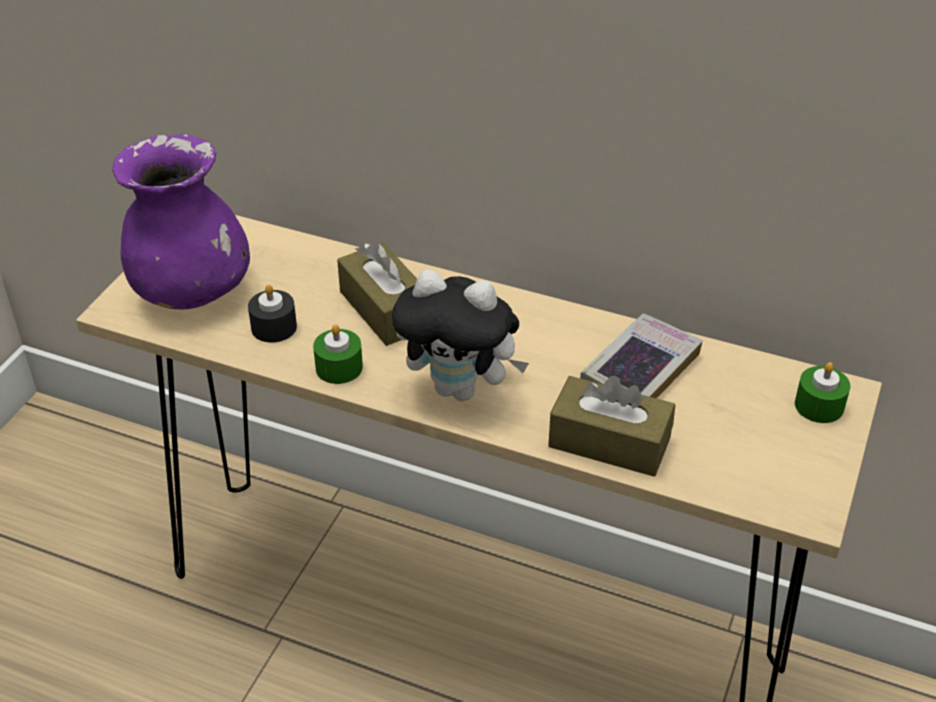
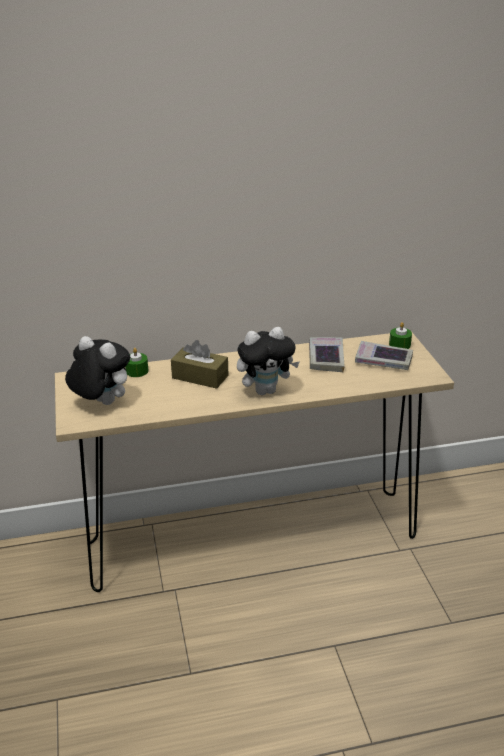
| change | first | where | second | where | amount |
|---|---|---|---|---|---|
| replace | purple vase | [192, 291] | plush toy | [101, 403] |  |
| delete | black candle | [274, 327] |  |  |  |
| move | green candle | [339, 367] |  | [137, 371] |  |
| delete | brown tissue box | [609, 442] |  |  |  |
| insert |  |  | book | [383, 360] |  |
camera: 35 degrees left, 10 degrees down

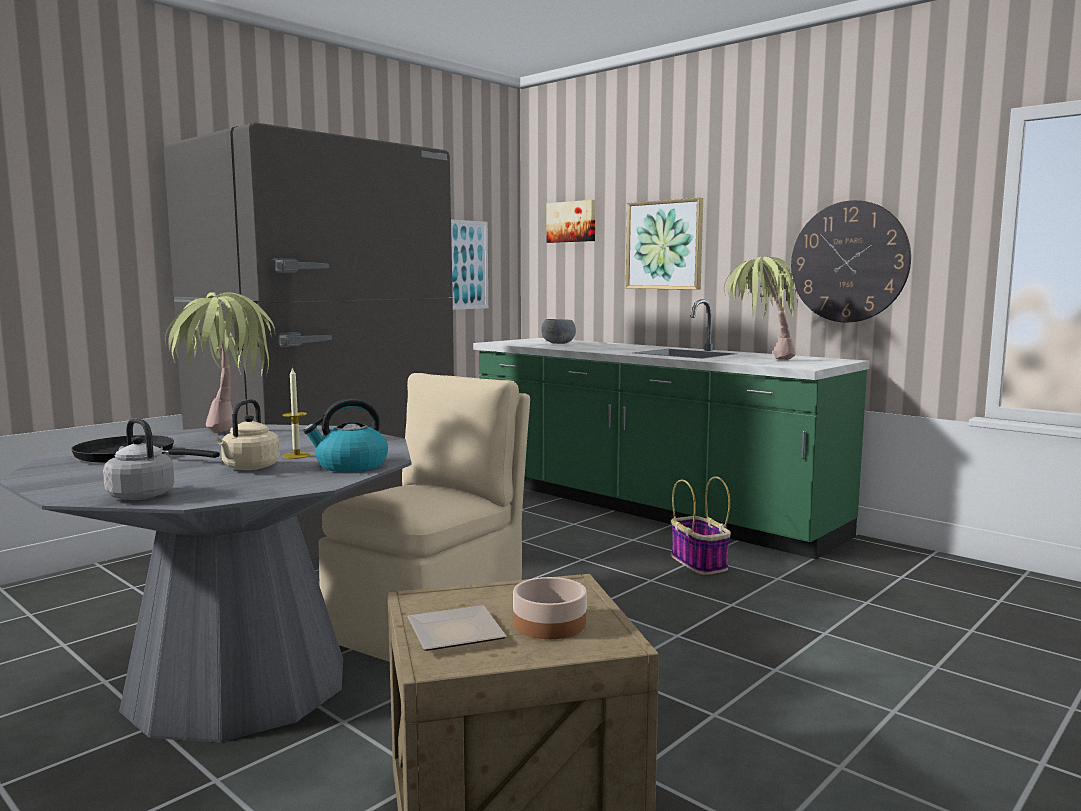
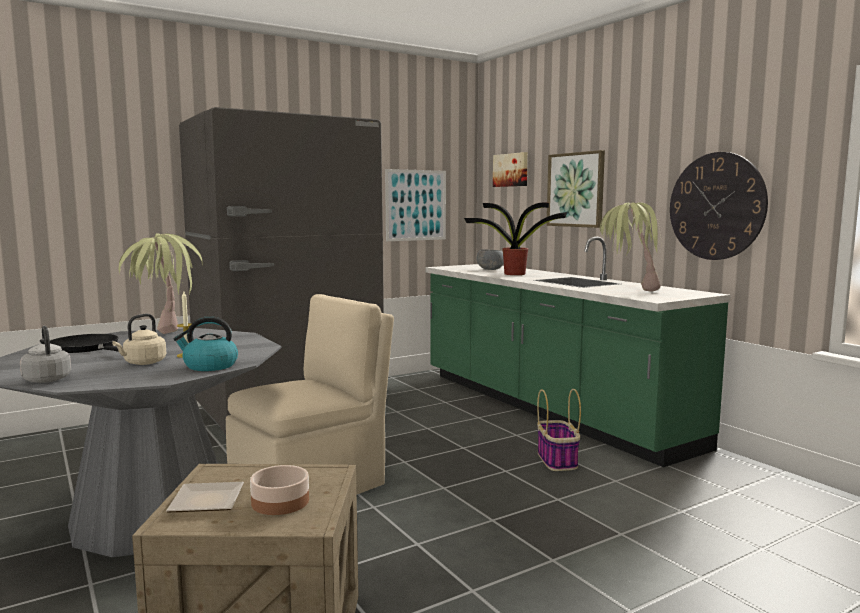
| change | first | where | second | where | amount |
|---|---|---|---|---|---|
| insert |  |  | potted plant | [513, 274] |  |
camera: 15 degrees right, 0 degrees up

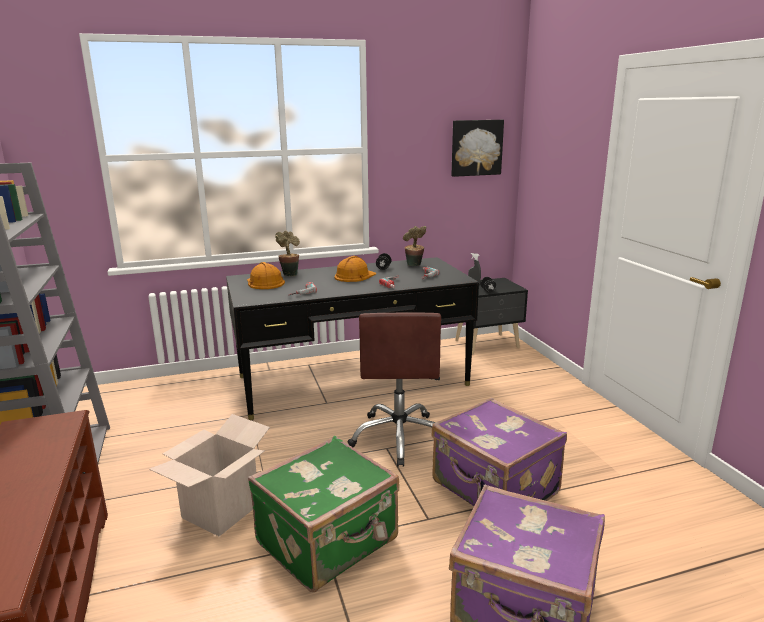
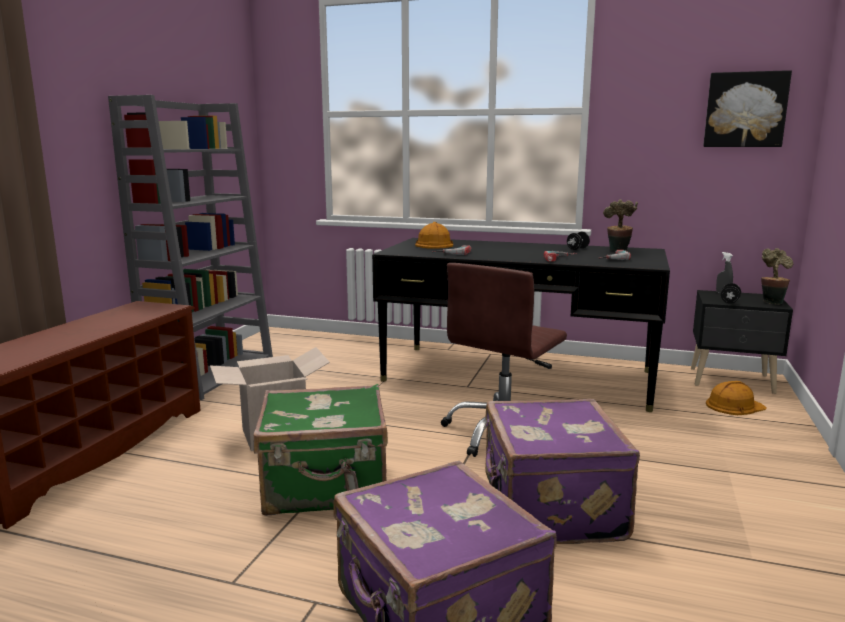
| change | first | where | second | where | amount |
|---|---|---|---|---|---|
| move | potted plant | [289, 274] |  | [771, 302] |  |
| move | orange hard hat | [354, 276] |  | [734, 405] |  |
camera: 35 degrees right, 5 degrees down

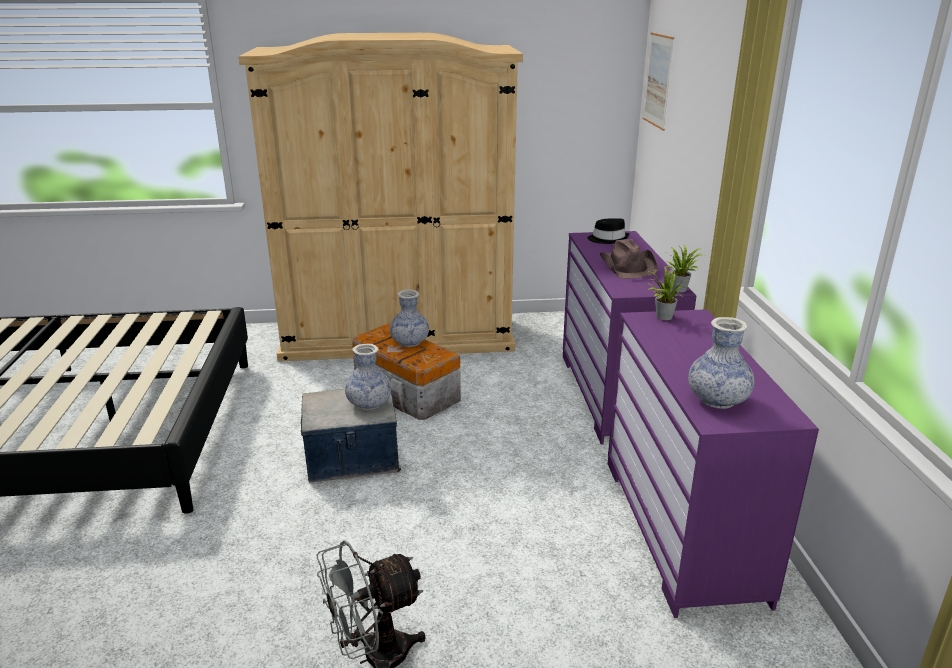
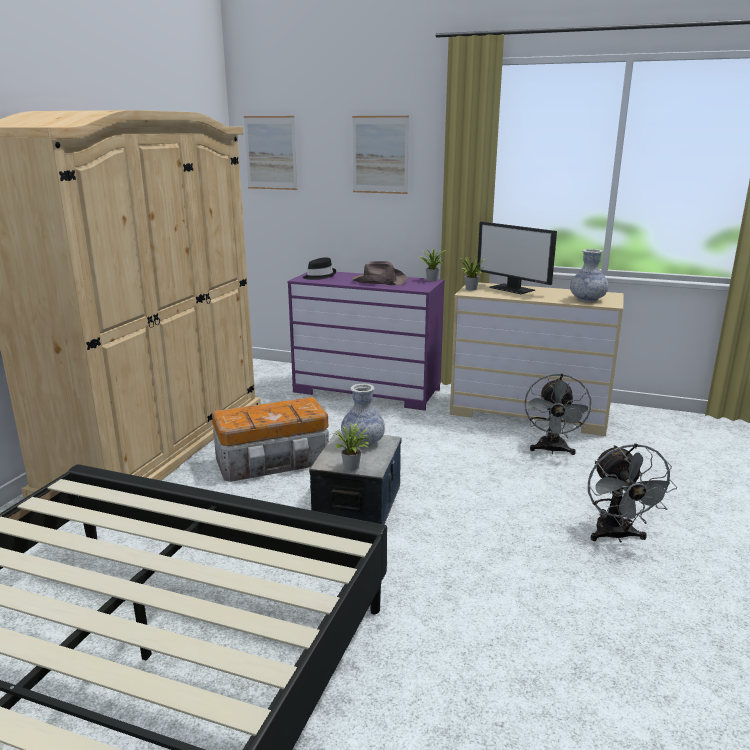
| change | first | where | second | where | amount |
|---|---|---|---|---|---|
| delete | vase | [410, 342] |  |  |  |
| recolor | purple dresser | [682, 528] | beige dresser | [529, 413] |  |
| insert |  |  | potted plant | [352, 468] |  |
| insert |  |  | picture | [380, 155] |  |
| insert |  |  | monitor | [513, 289] |  |
| insert |  |  | grey fan | [552, 450] |  |
camera: 65 degrees left, 5 degrees down

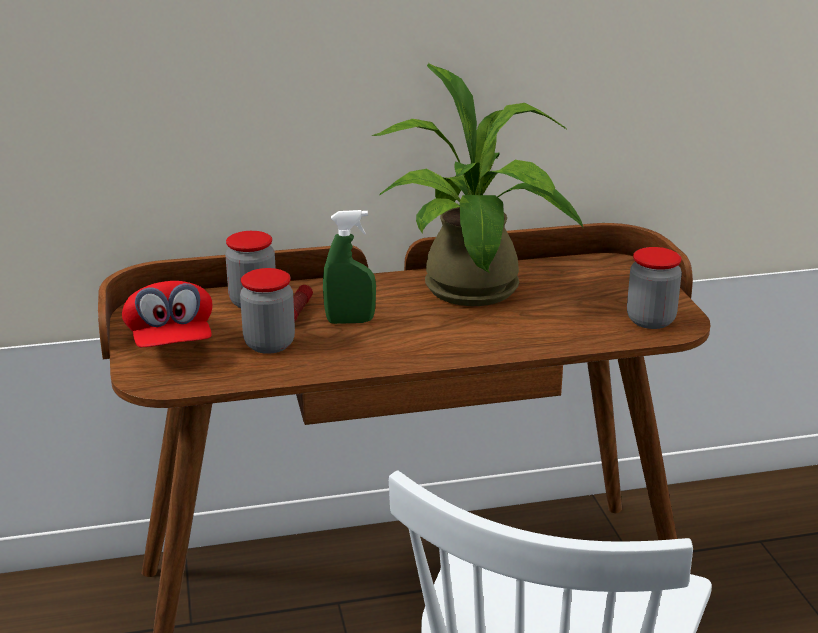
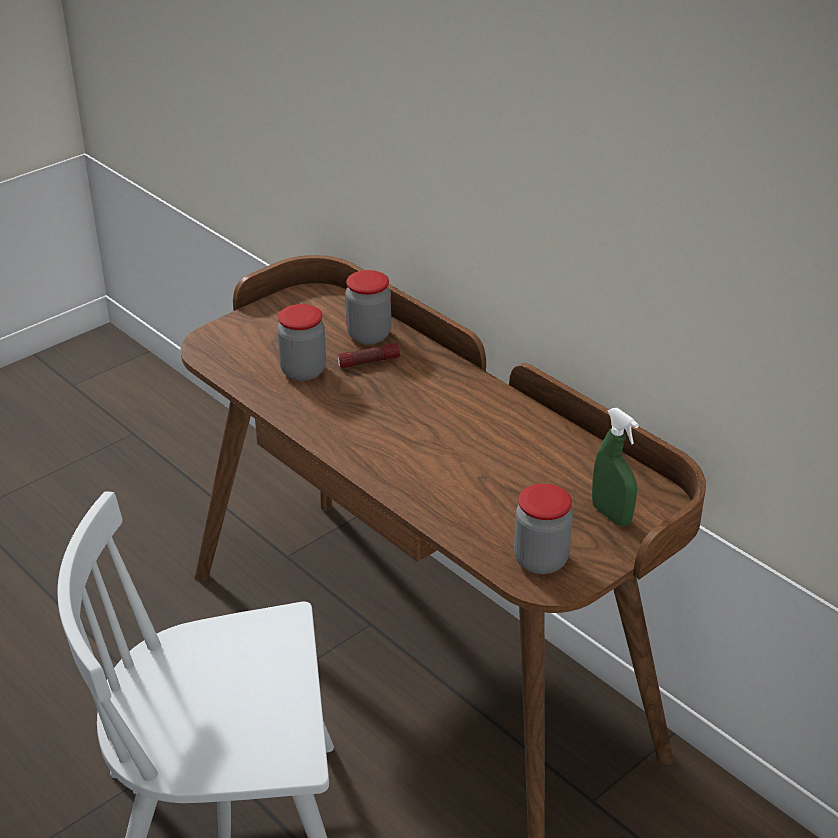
| change | first | where | second | where | amount |
|---|---|---|---|---|---|
| delete | red cap | [171, 343] |  |  |  |
| move | green spray bottle | [350, 321] |  | [611, 515] |  |
| delete | potted plant | [475, 295] |  |  |  |
camera: 60 degrees right, 10 degrees up

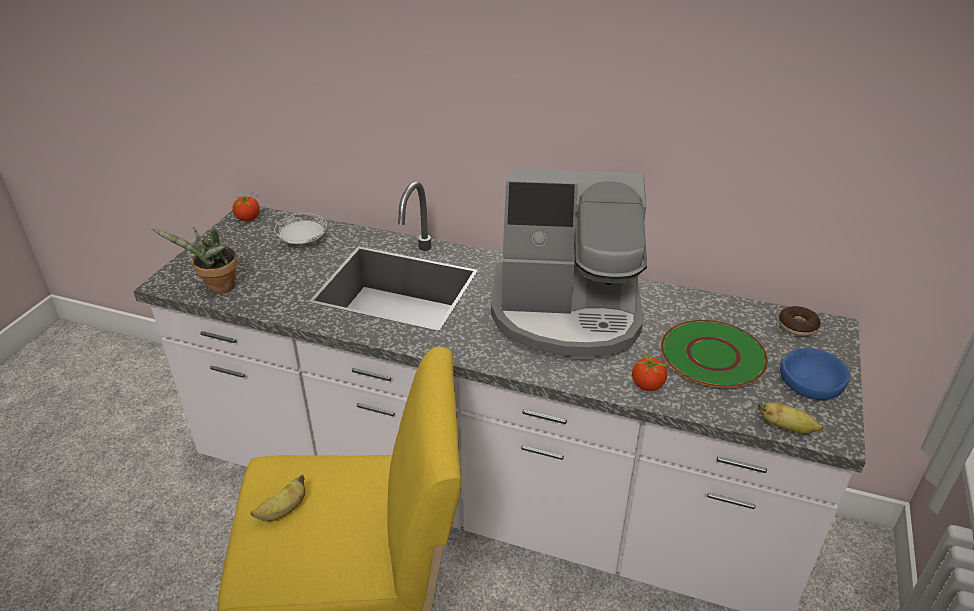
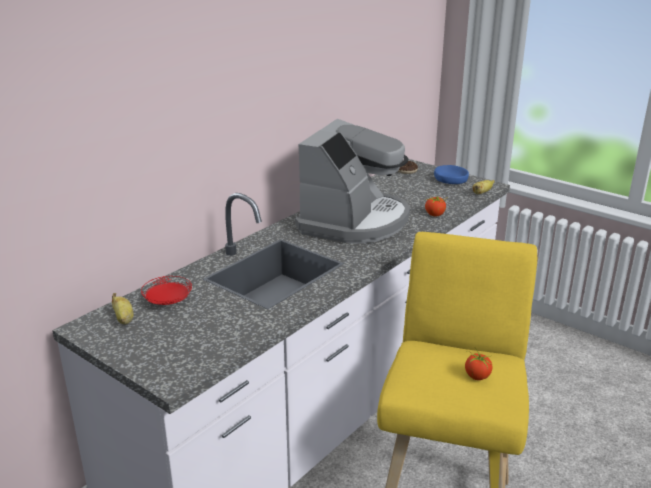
| change | first | where | second | where | amount |
|---|---|---|---|---|---|
| delete | potted plant | [218, 288] |  |  |  |
| move | tomato | [248, 218] |  | [477, 376] |  |
| move | banana | [283, 511] |  | [124, 319] |  |
| recolor | white plate | [303, 241] | red plate | [168, 302] |  |
| delete | green plate | [713, 355] |  |  |  |
camera: 70 degrees left, 10 degrees down

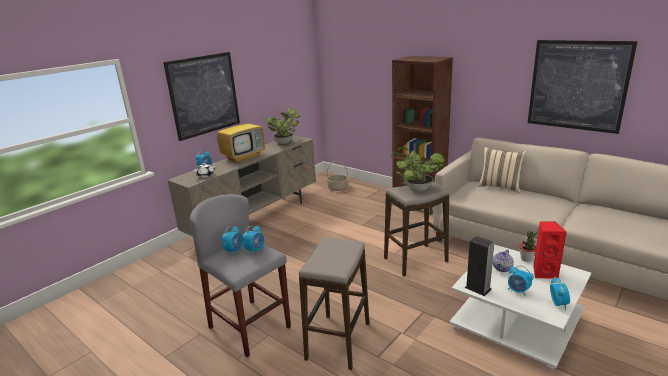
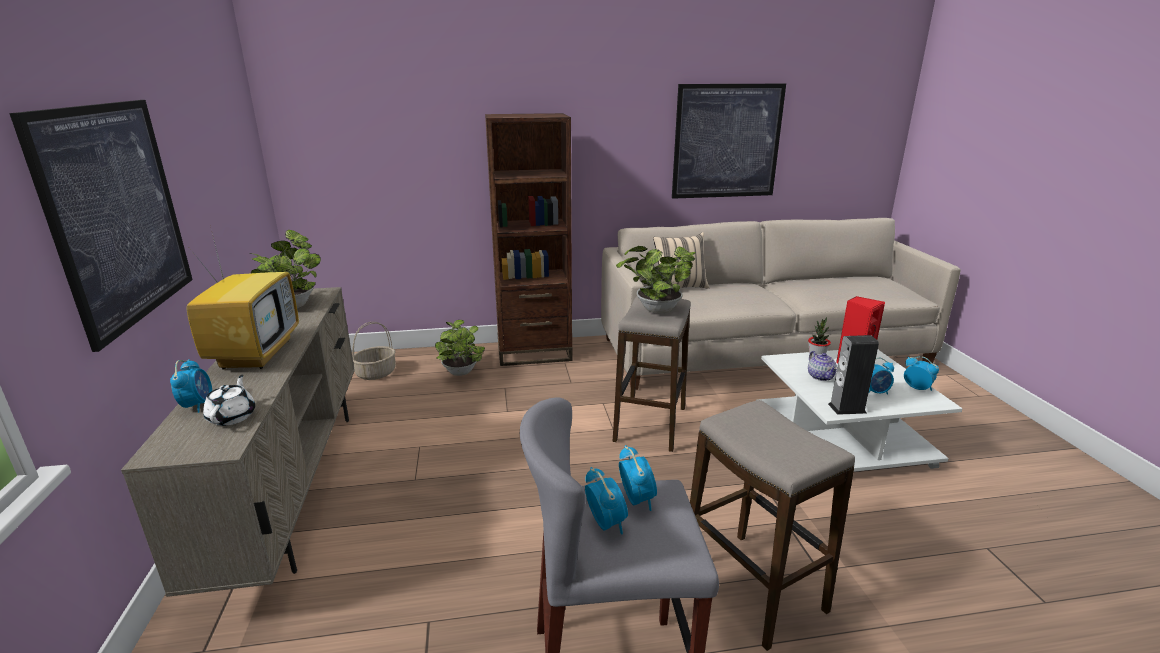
| change | first | where | second | where | amount |
|---|---|---|---|---|---|
| insert |  |  | potted plant | [461, 373] |  |
camera: 50 degrees left, 0 degrees up

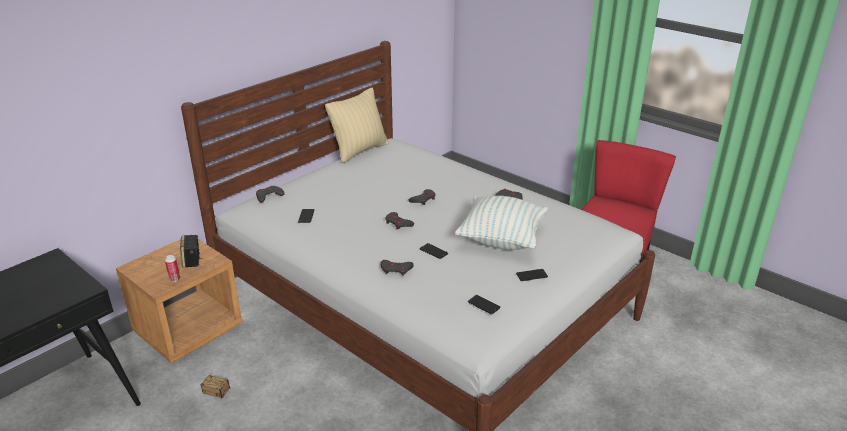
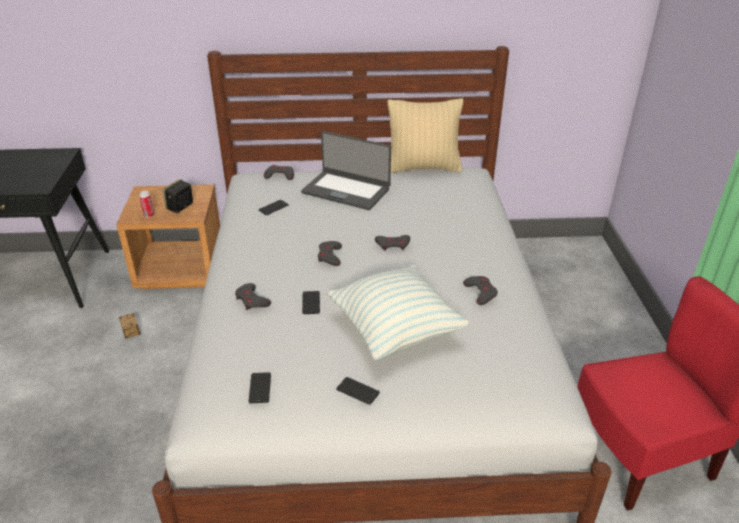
| change | first | where | second | where | amount |
|---|---|---|---|---|---|
| insert |  |  | laptop | [346, 190] |  |
camera: 45 degrees right, 5 degrees up

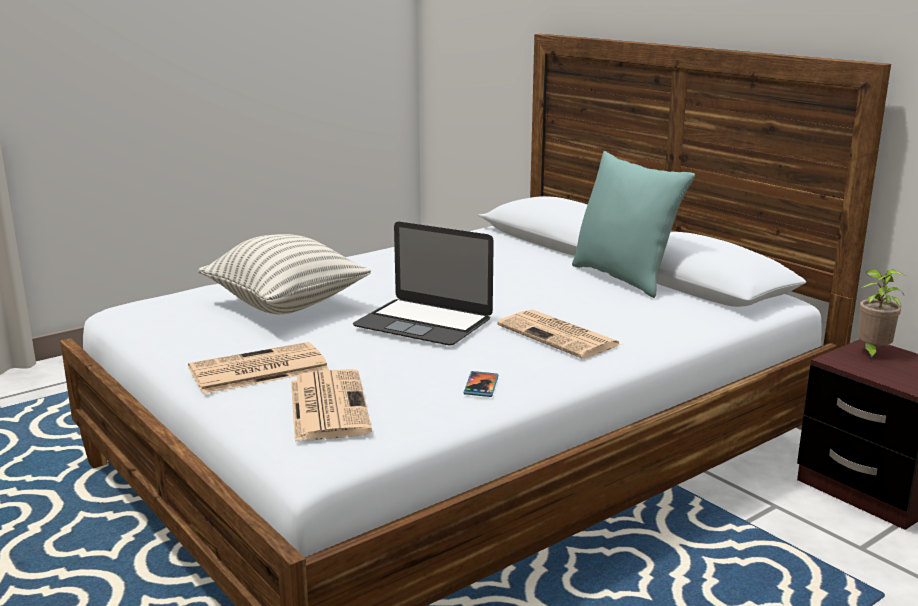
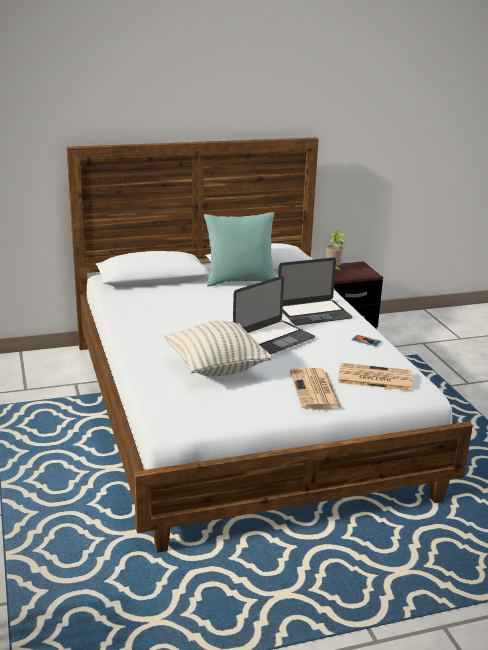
| change | first | where | second | where | amount |
|---|---|---|---|---|---|
| replace | newspaper | [560, 336] | laptop | [314, 312] |  |
camera: 70 degrees left, 5 degrees up

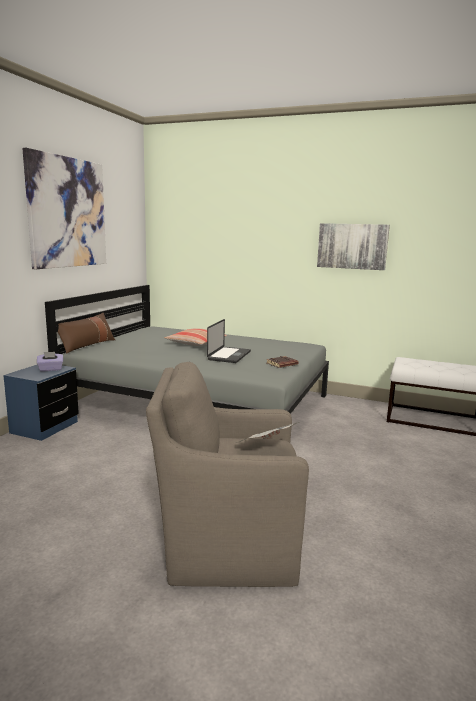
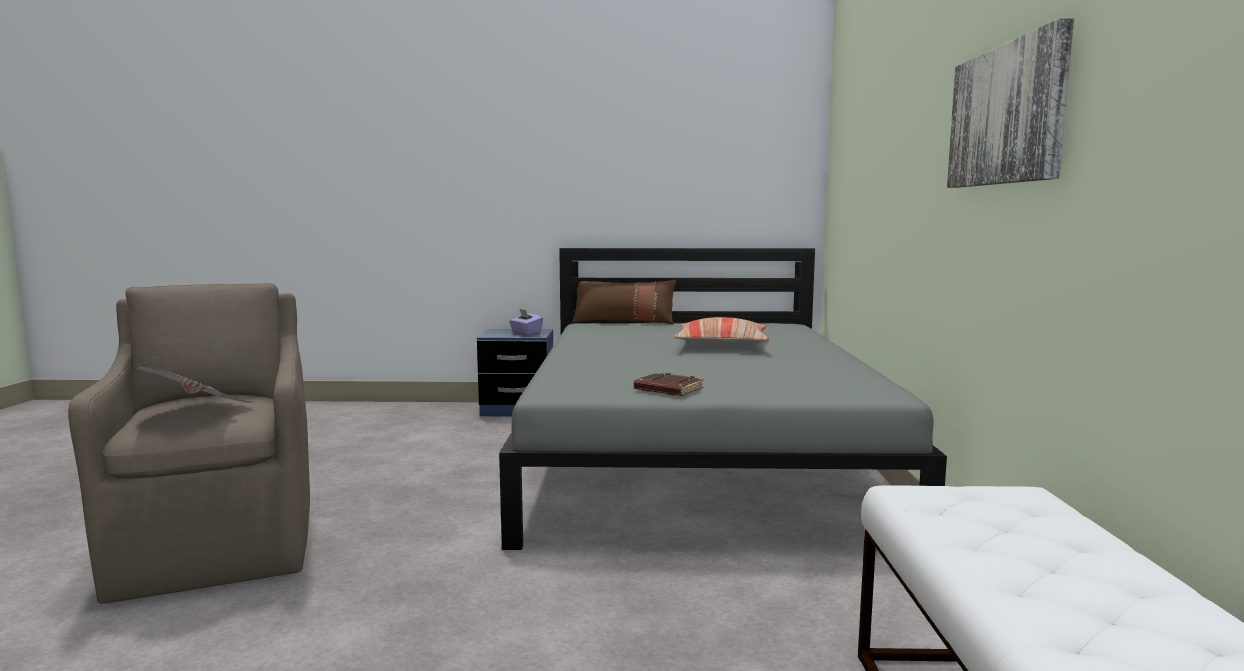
| change | first | where | second | where | amount |
|---|---|---|---|---|---|
| delete | picture | [67, 213] |  |  |  |
| delete | laptop | [229, 355] |  |  |  |
camera: 70 degrees right, 5 degrees down

